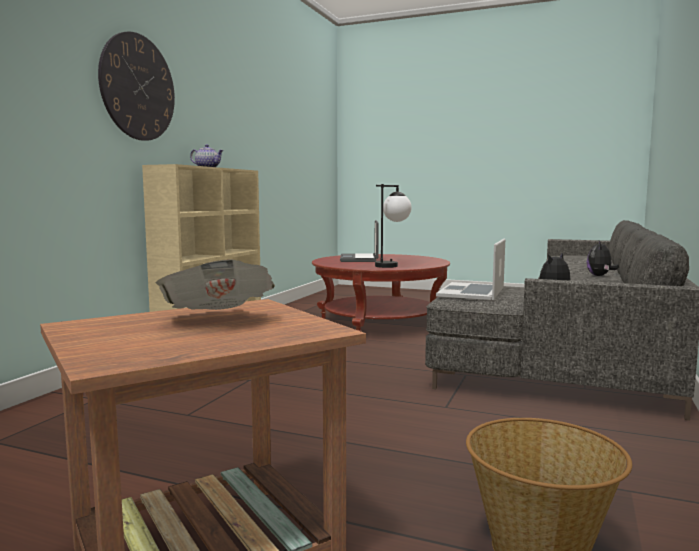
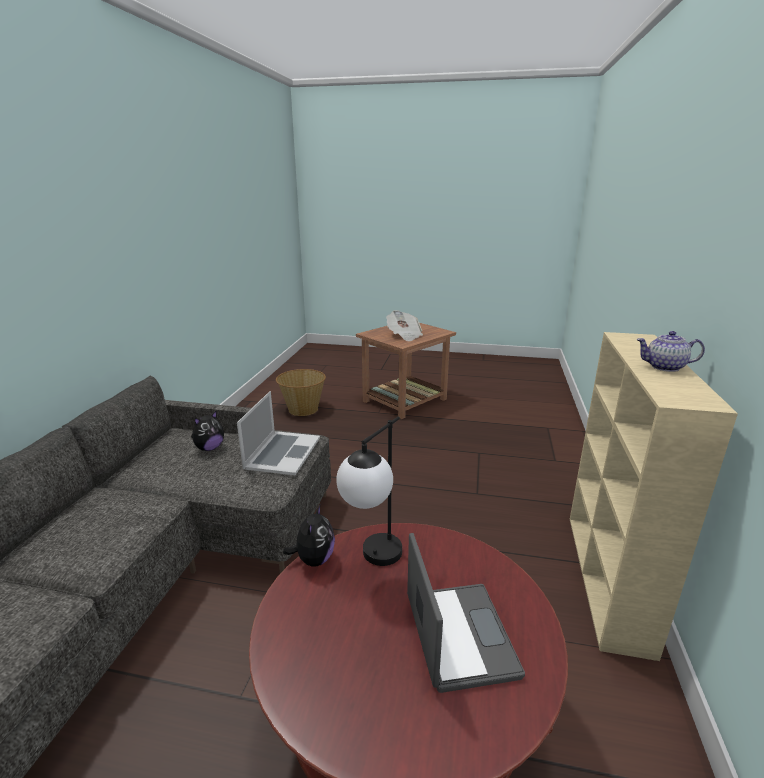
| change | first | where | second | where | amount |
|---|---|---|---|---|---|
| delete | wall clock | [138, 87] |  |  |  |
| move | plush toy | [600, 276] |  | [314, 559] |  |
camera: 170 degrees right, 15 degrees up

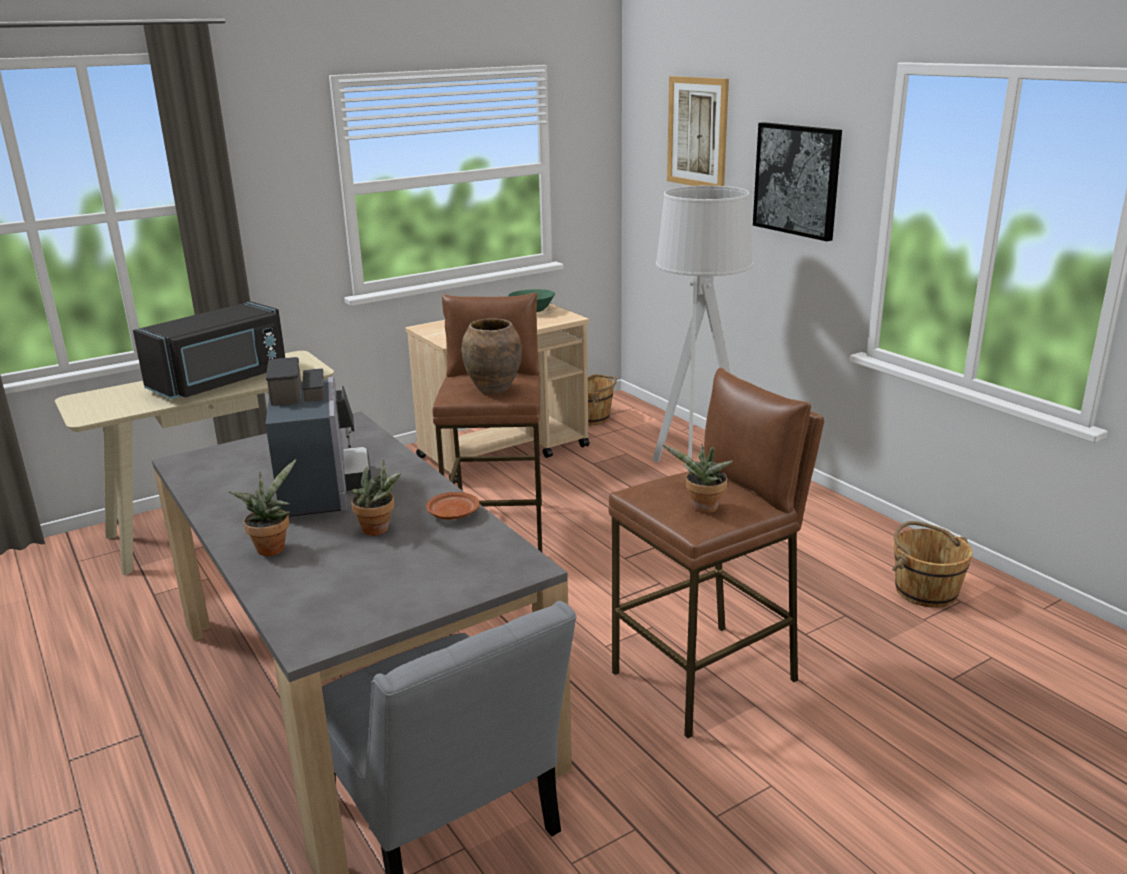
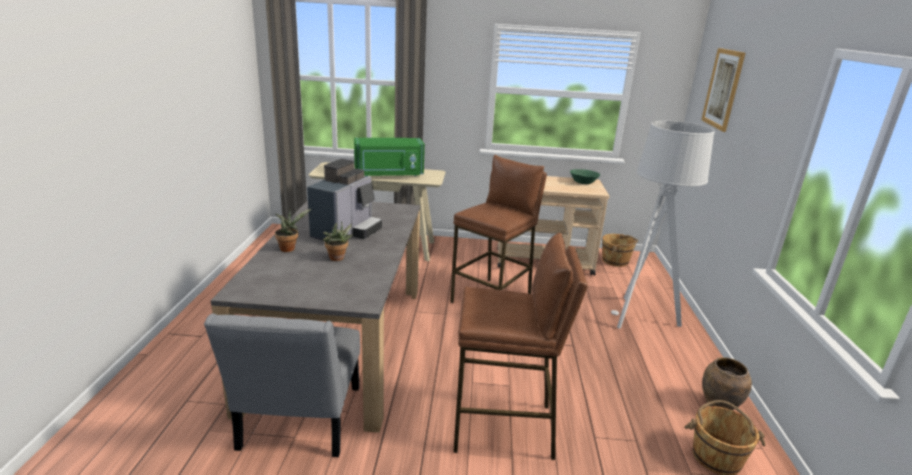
| change | first | where | second | where | amount |
|---|---|---|---|---|---|
| recolor | black microwave | [221, 382] | green microwave | [389, 174] |  |
| delete | brown plate | [452, 514] |  |  |  |
| move | brown vase | [493, 389] |  | [719, 405] |  |
| delete | potted plant | [702, 509] |  |  |  |
| delete | picture | [797, 180] |  |  |  |
camera: 35 degrees right, 0 degrees up

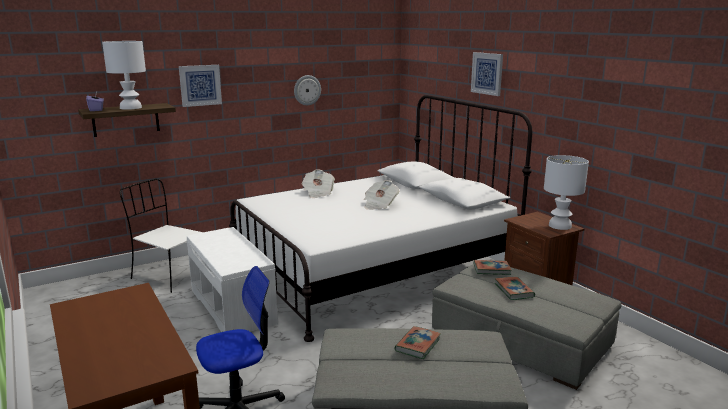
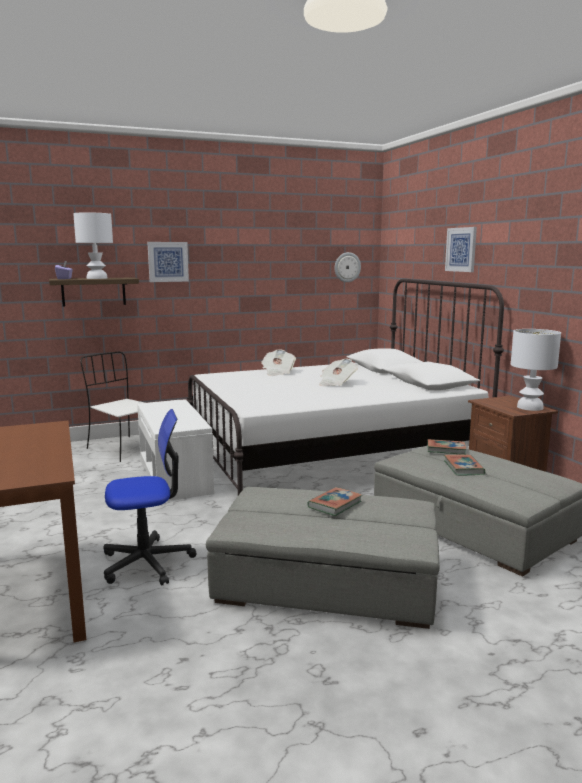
| change | first | where | second | where | amount |
|---|---|---|---|---|---|
| move | wall clock | [307, 90] |  | [347, 267] |  |
camera: 10 degrees right, 5 degrees down

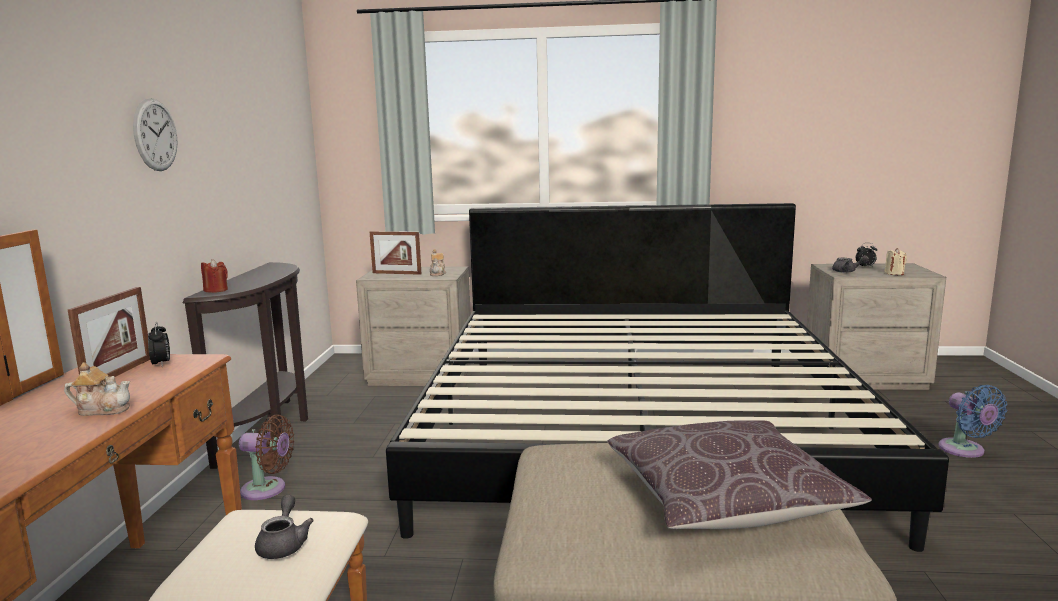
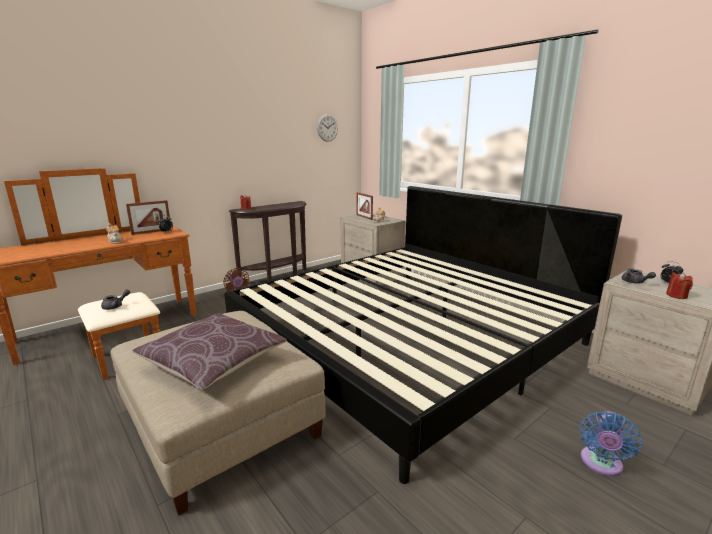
| change | first | where | second | where | amount |
|---|---|---|---|---|---|
| move | wall clock | [155, 135] |  | [327, 128] |  |
| recolor | beige candle | [894, 273] | red candle | [676, 295] |  |
camera: 45 degrees right, 5 degrees up

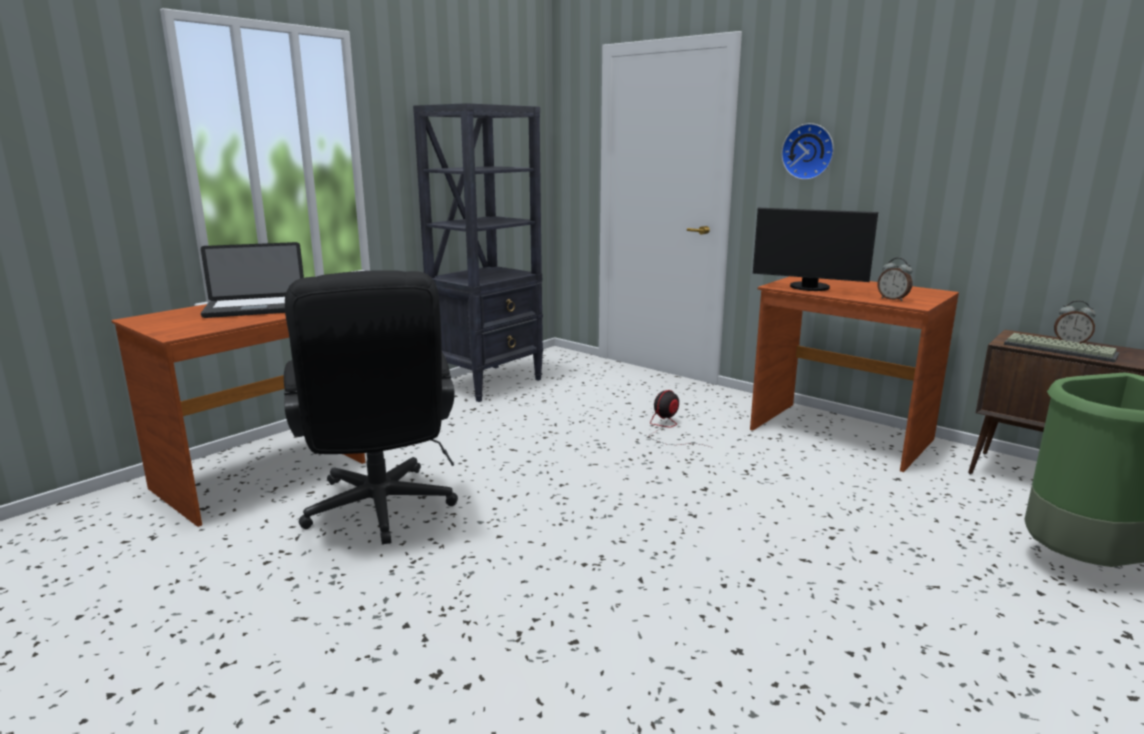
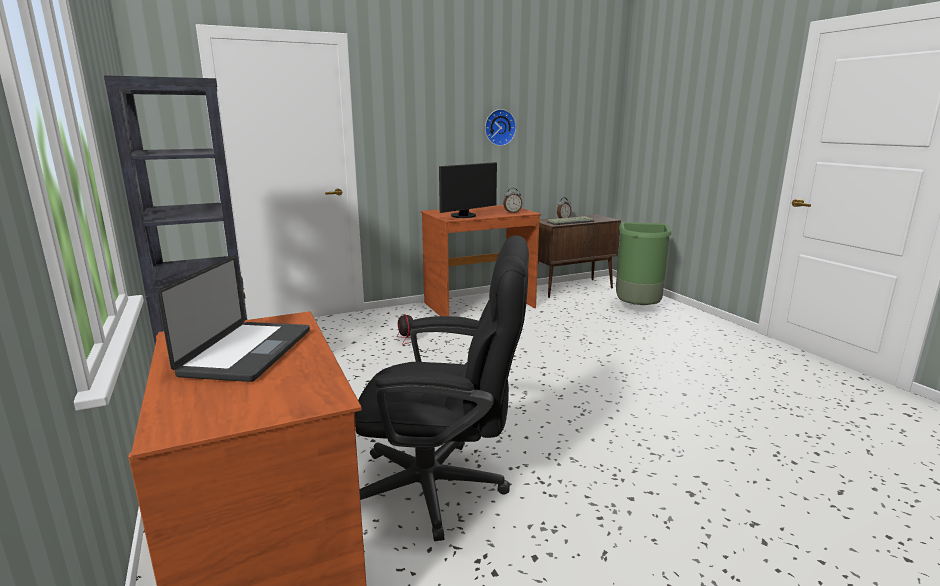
| change | first | where | second | where | amount |
|---|---|---|---|---|---|
| move | wall clock | [808, 151] |  | [499, 127] |  |
camera: 65 degrees left, 0 degrees up

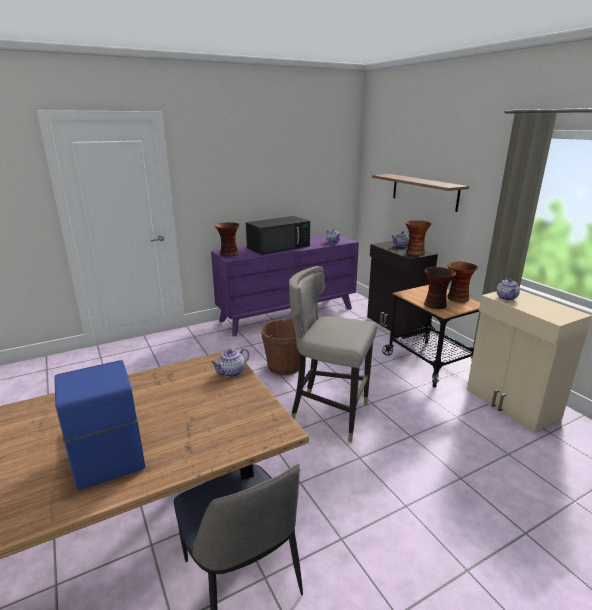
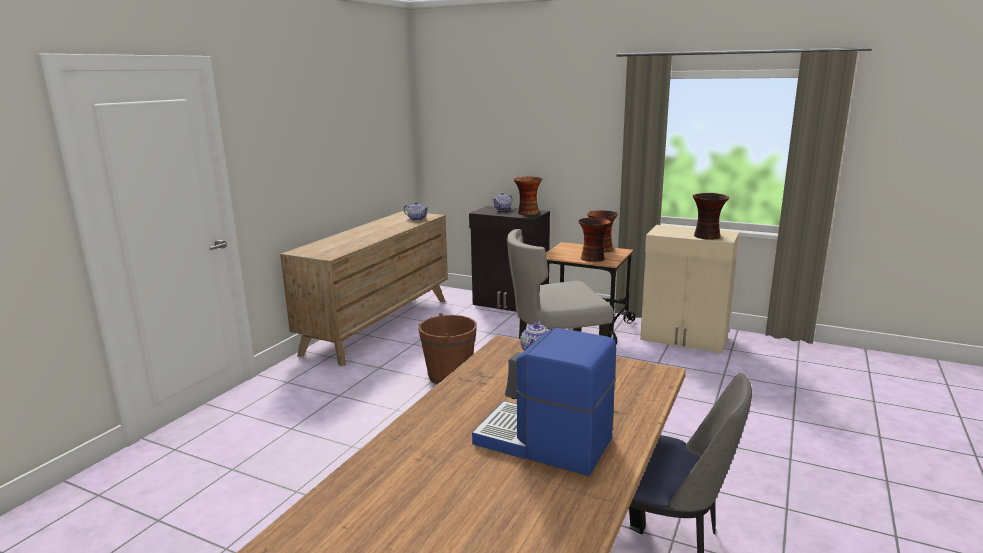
| change | first | where | second | where | amount |
|---|---|---|---|---|---|
| recolor | purple dresser | [288, 314] | brown dresser | [378, 325] |  |
| move | vase | [228, 254] |  | [707, 236] |  |
| delete | black microwave | [279, 246] |  |  |  |
| delete | shelf | [424, 192] |  |  |  |
| delete | teapot | [506, 298] |  |  |  |
camera: 35 degrees left, 5 degrees down

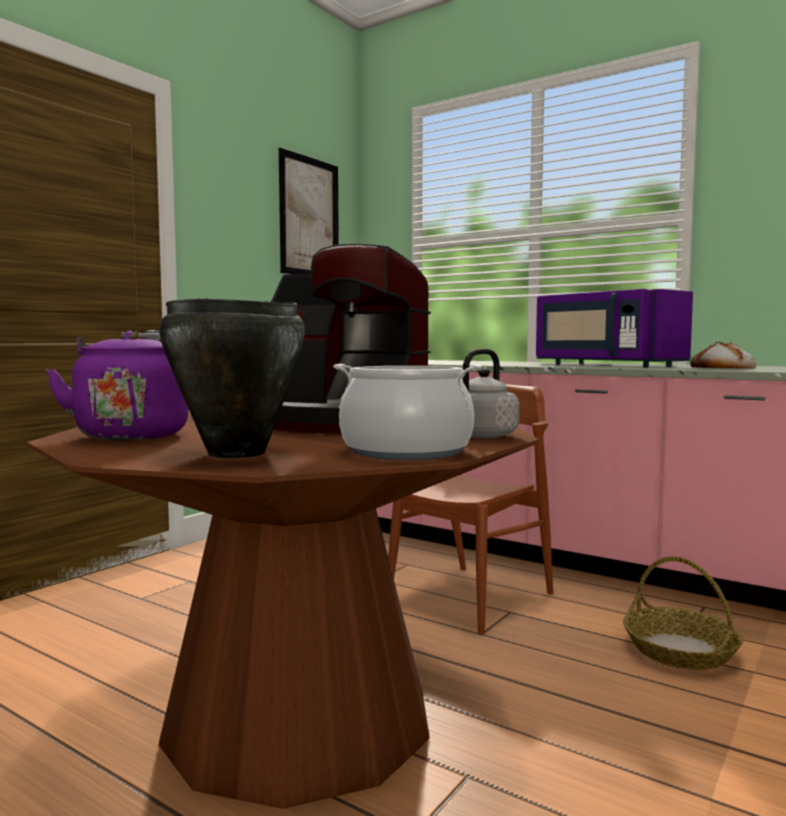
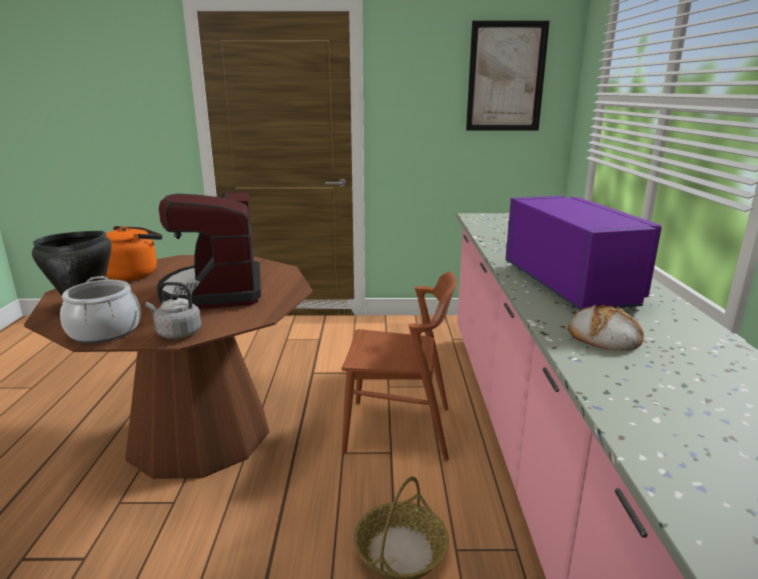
| change | first | where | second | where | amount |
|---|---|---|---|---|---|
| recolor | purple kettle | [132, 435] | orange kettle | [135, 274] |  |
| rotate | purple microwave | [605, 365] |  | [570, 285] | 150 degrees clockwise |
camera: 55 degrees right, 15 degrees up

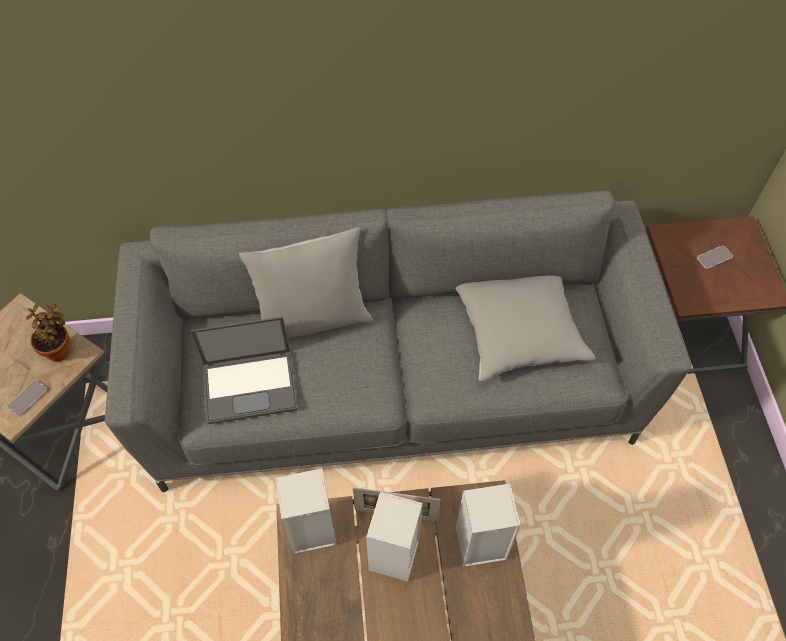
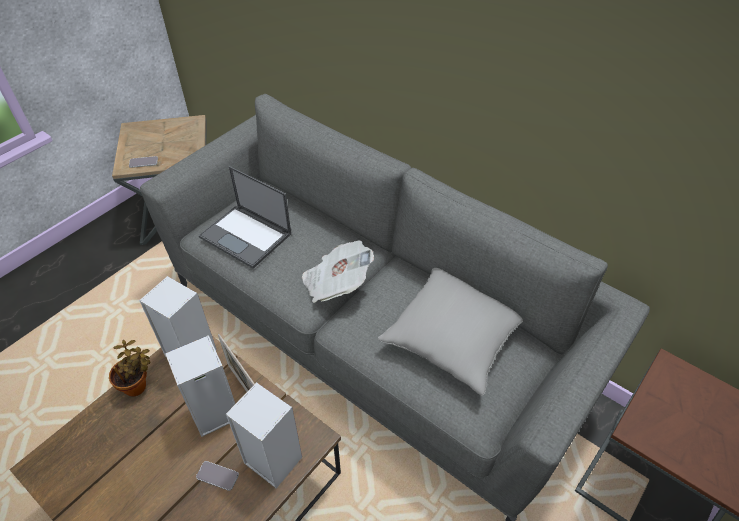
| change | first | where | second | where | amount |
|---|---|---|---|---|---|
| move | potted plant | [59, 350] |  | [138, 385] |  |
| delete | grey pillow | [313, 319] |  |  |  |
| move | phone | [714, 257] |  | [217, 476] |  |
| insert |  |  | newspaper | [336, 283] |  |
camera: 45 degrees right, 10 degrees down

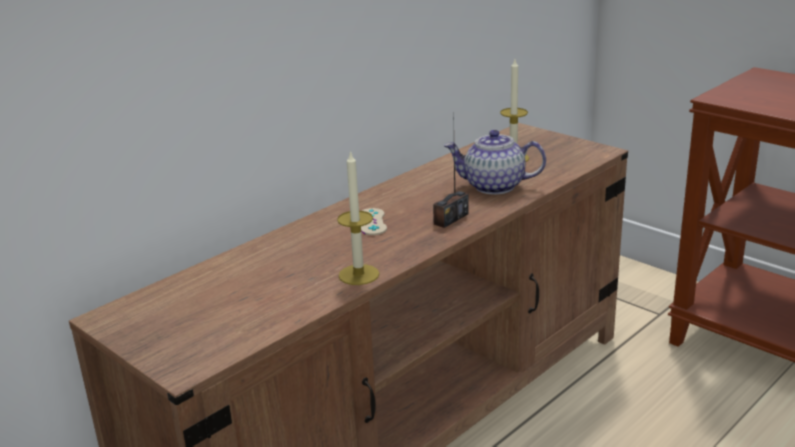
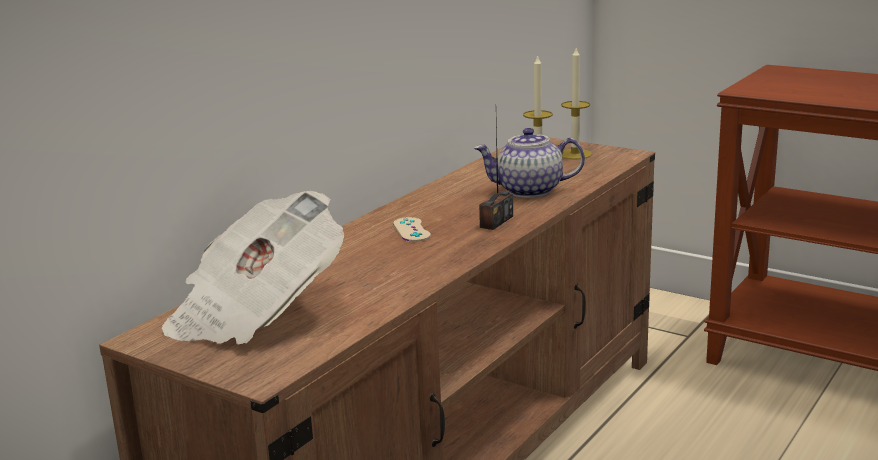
| change | first | where | second | where | amount |
|---|---|---|---|---|---|
| move | candle | [358, 275] |  | [575, 154] |  |
| insert |  |  | newspaper | [256, 313] |  |
camera: 10 degrees left, 5 degrees down

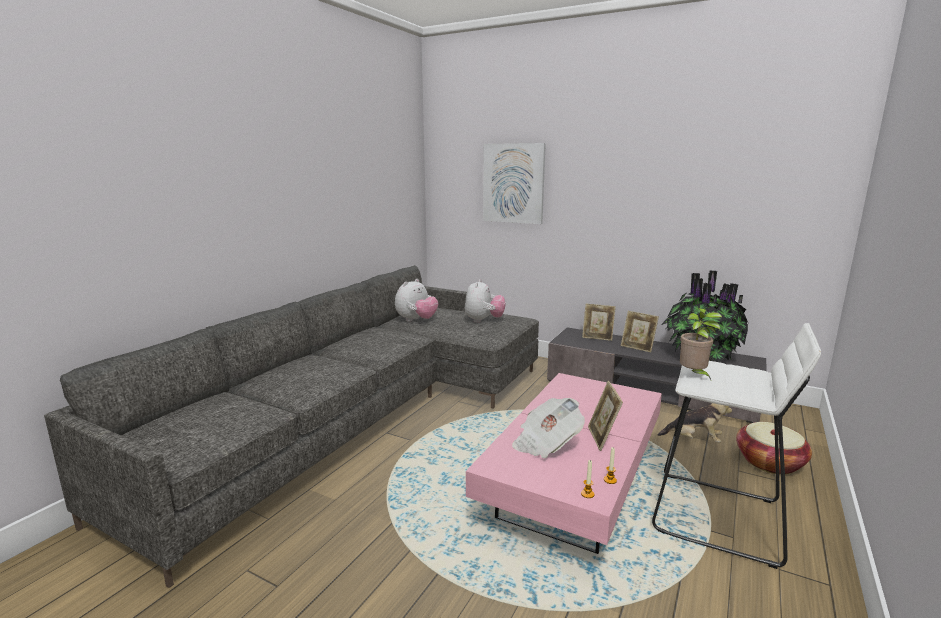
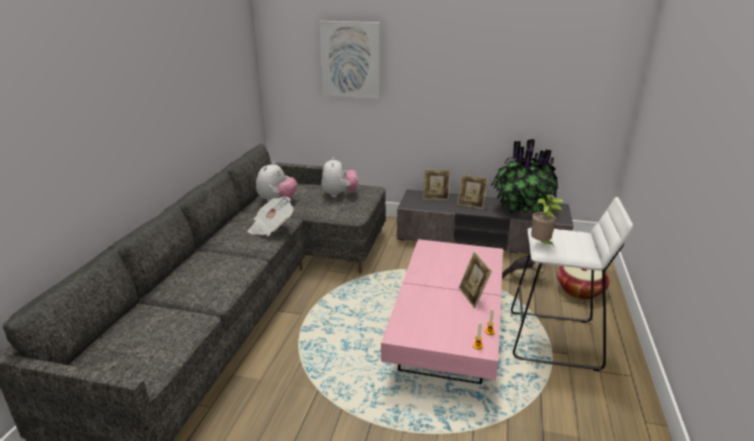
| change | first | where | second | where | amount |
|---|---|---|---|---|---|
| move | newspaper | [546, 443] |  | [271, 227] |  |
camera: 15 degrees left, 10 degrees up

